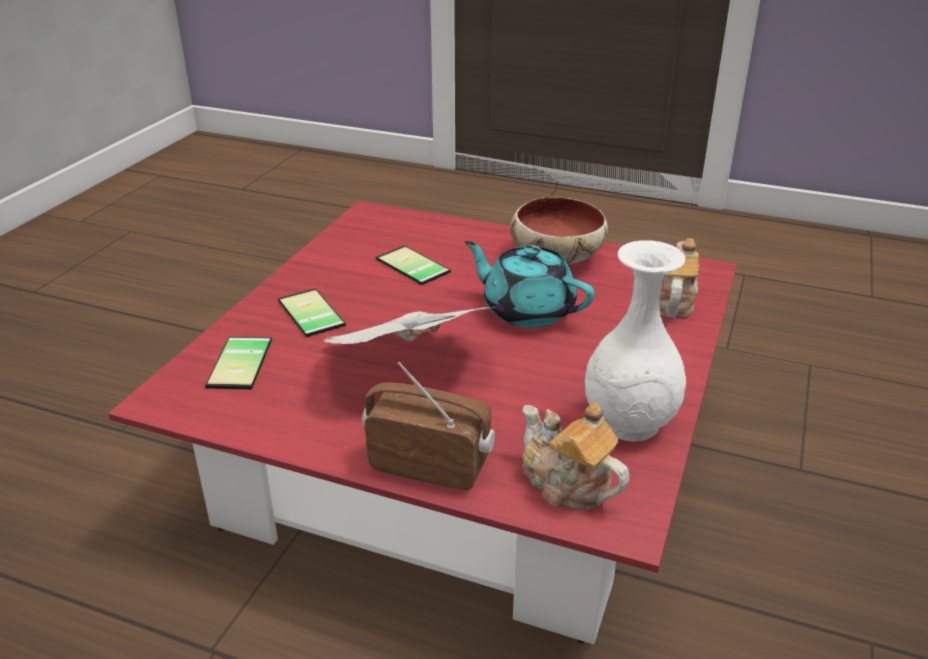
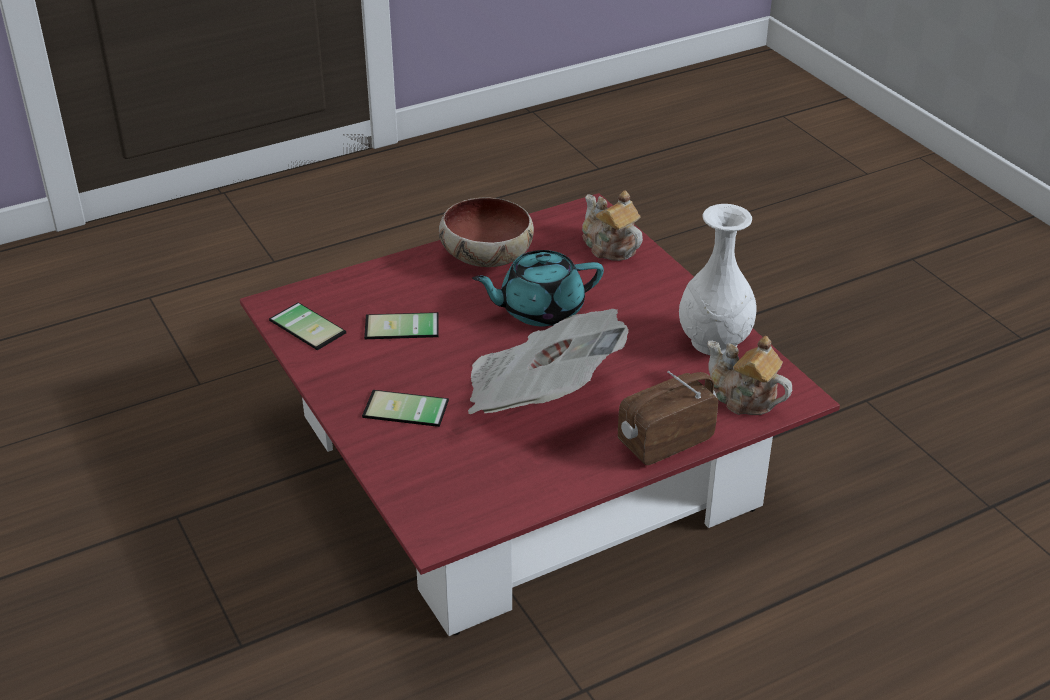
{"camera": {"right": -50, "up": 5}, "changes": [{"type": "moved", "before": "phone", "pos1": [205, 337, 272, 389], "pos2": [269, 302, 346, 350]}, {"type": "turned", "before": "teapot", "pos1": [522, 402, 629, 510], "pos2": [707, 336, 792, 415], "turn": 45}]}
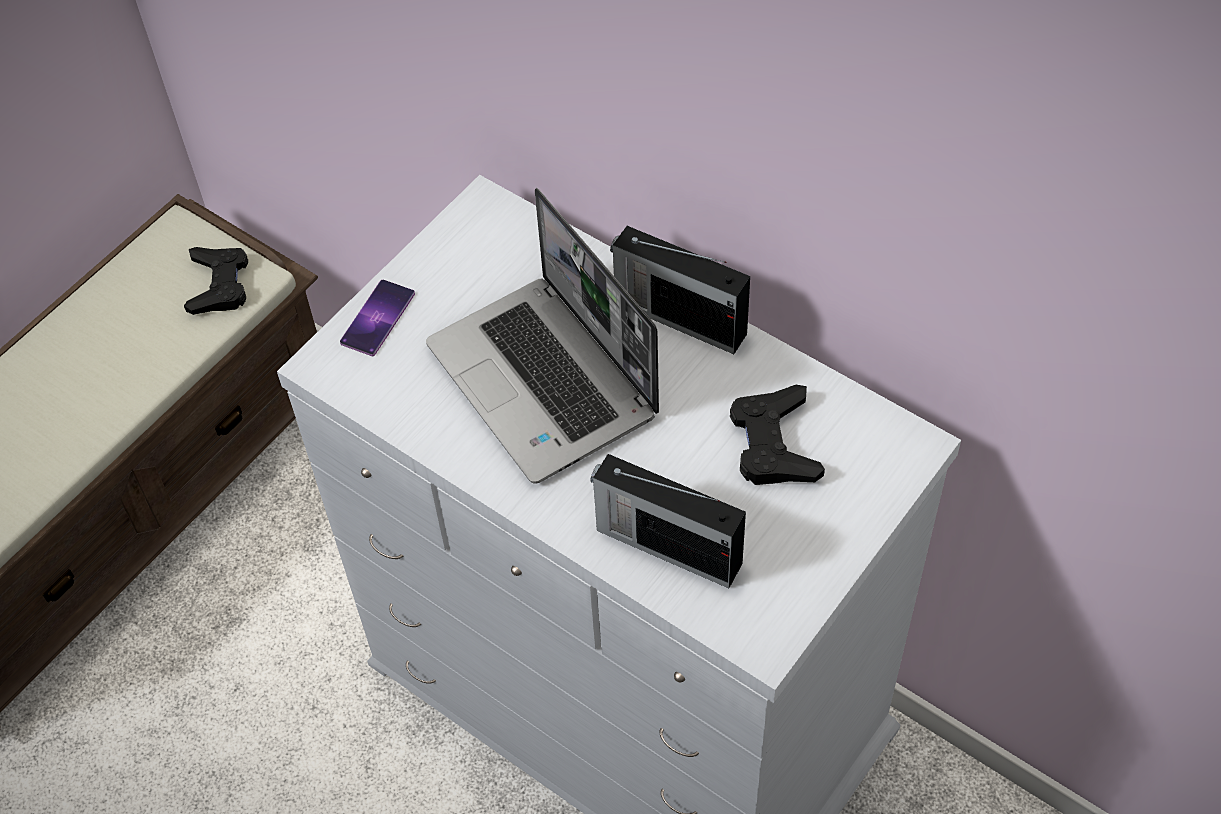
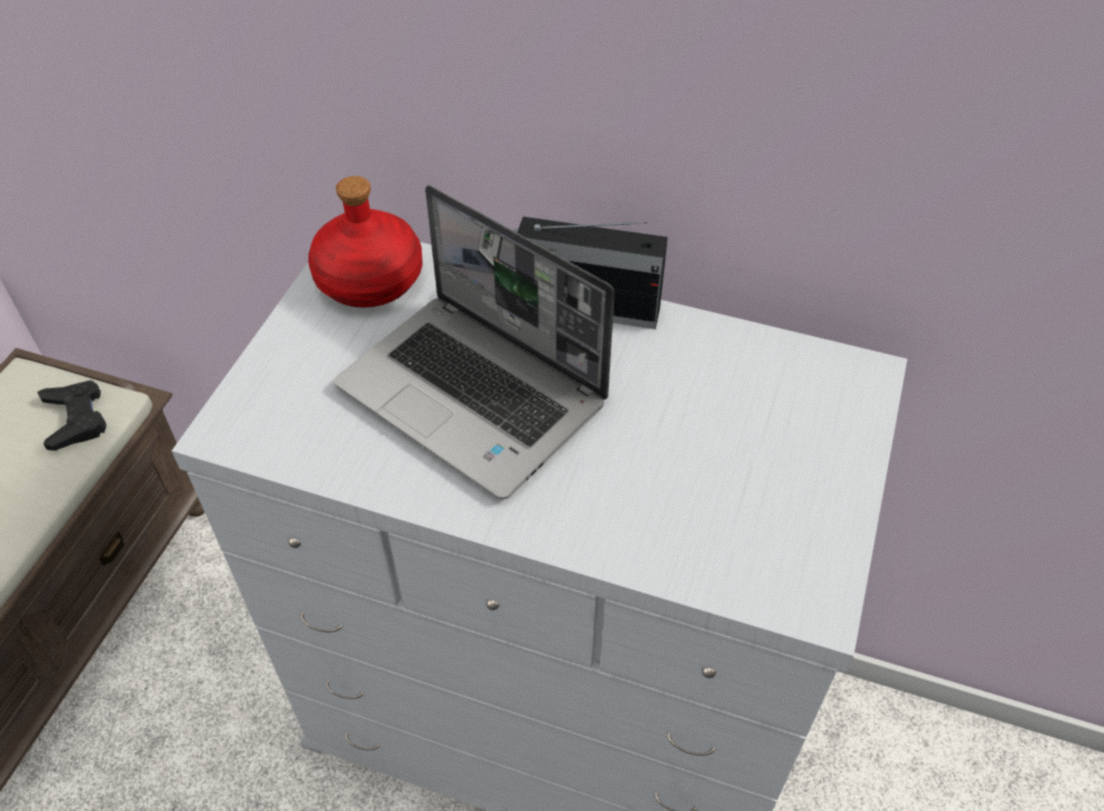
{"camera": {"right": -20, "up": -5}, "changes": [{"type": "removed", "before": "phone", "pos1": [340, 279, 415, 356]}, {"type": "removed", "before": "radio", "pos1": [590, 454, 746, 588]}, {"type": "removed", "before": "black game controller", "pos1": [730, 385, 825, 485]}, {"type": "added", "after": "red bottle", "pos2": [308, 176, 422, 308]}]}
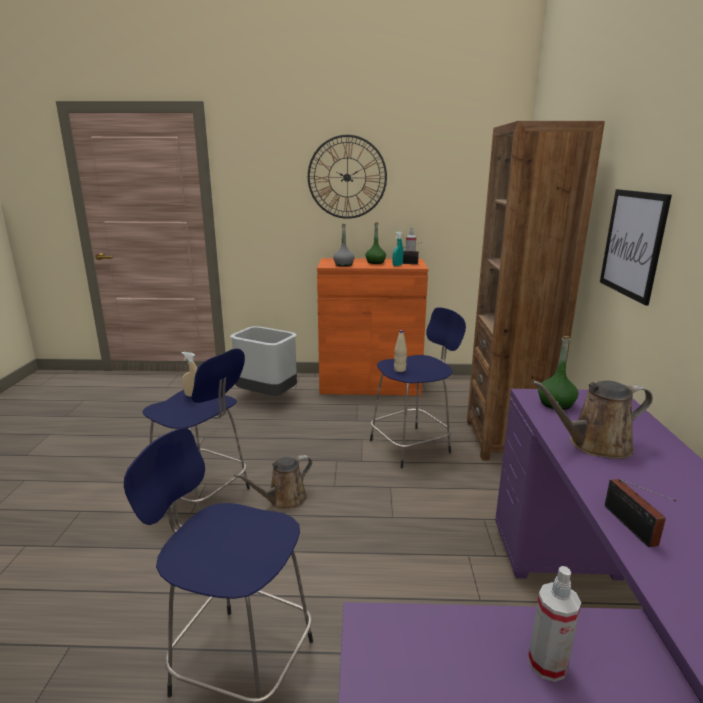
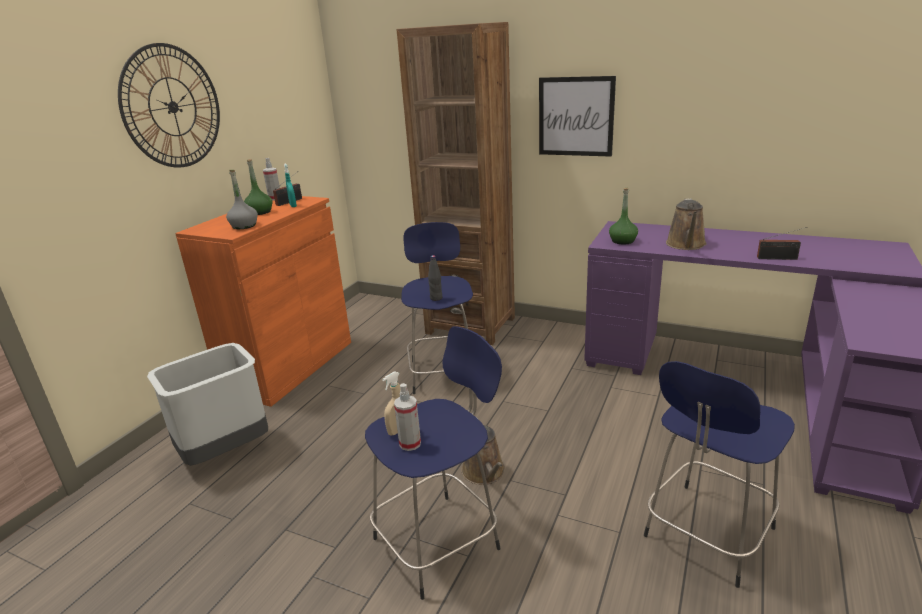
{"camera": {"right": -65, "up": 5}, "changes": [{"type": "recoloured", "before": "beige bottle", "after": "black bottle", "pos1": [394, 330, 407, 372], "pos2": [428, 255, 442, 301]}, {"type": "moved", "before": "spray bottle", "pos1": [528, 566, 581, 682], "pos2": [394, 383, 421, 451]}]}
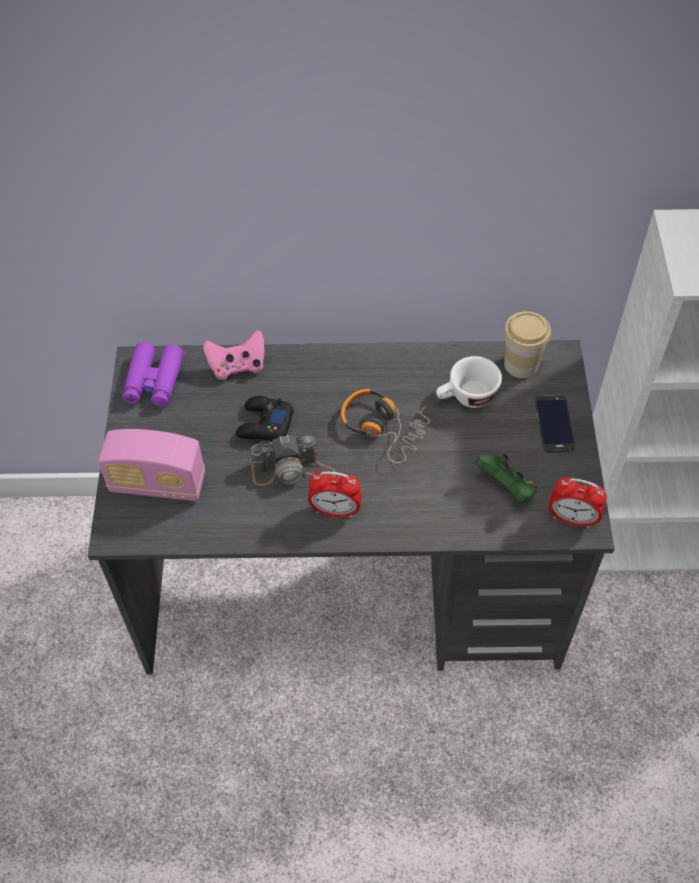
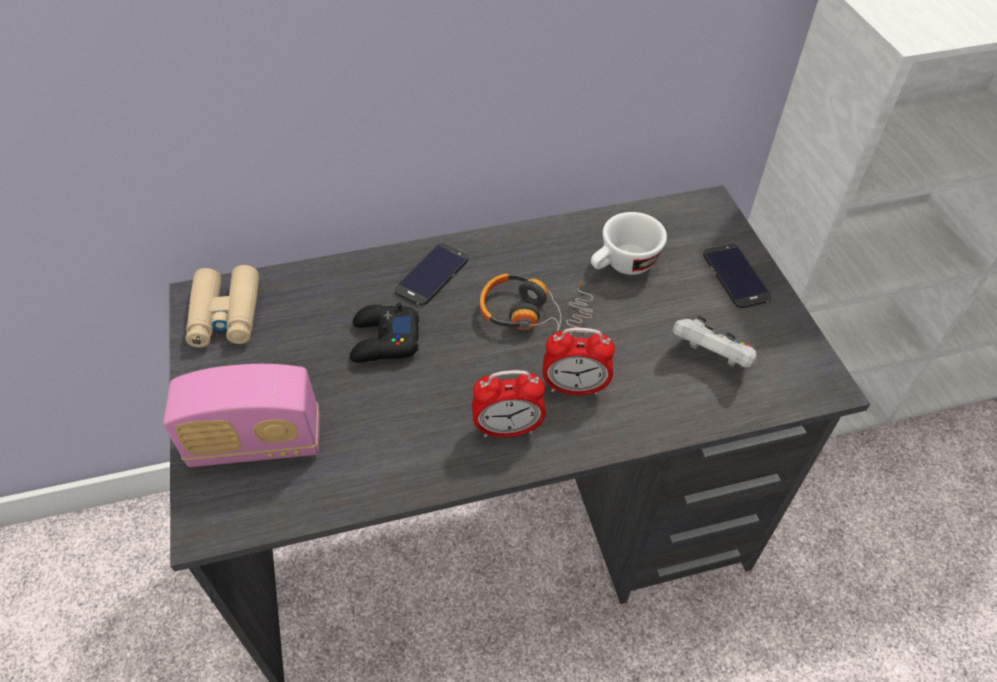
{"camera": {"right": -15, "up": -5}, "changes": [{"type": "recoloured", "before": "purple binoculars", "after": "beige binoculars", "pos1": [122, 342, 184, 407], "pos2": [186, 265, 259, 348]}, {"type": "removed", "before": "pink game controller", "pos1": [203, 330, 265, 379]}, {"type": "removed", "before": "photo camera", "pos1": [250, 434, 336, 486]}, {"type": "recoloured", "before": "green game controller", "after": "white game controller", "pos1": [475, 454, 537, 502], "pos2": [672, 316, 756, 368]}, {"type": "removed", "before": "cup", "pos1": [504, 311, 551, 378]}, {"type": "moved", "before": "alarm clock", "pos1": [549, 477, 607, 528], "pos2": [543, 328, 615, 395]}, {"type": "added", "after": "phone", "pos2": [395, 243, 469, 306]}]}
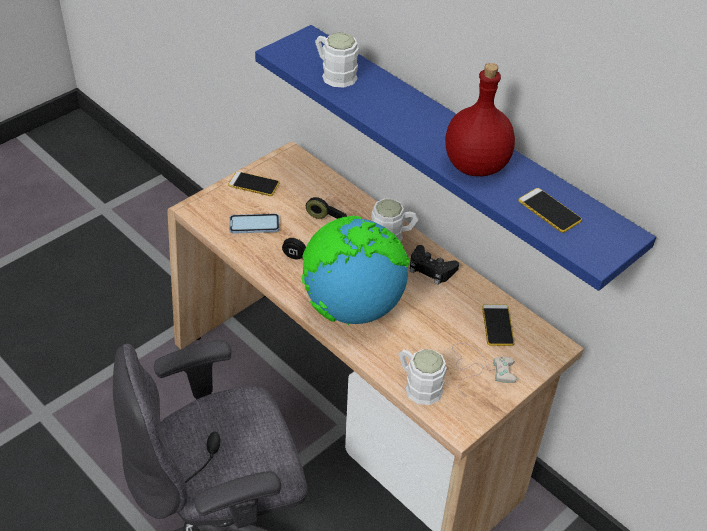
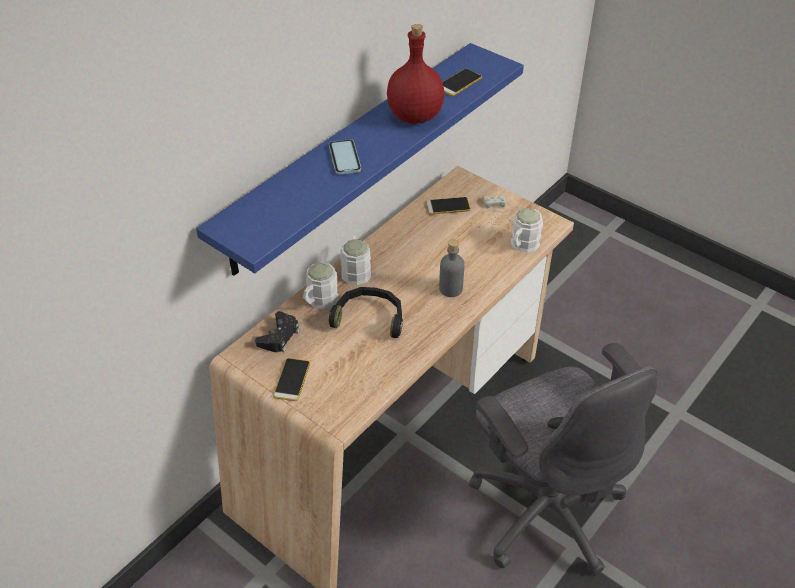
{"camera": {"right": -95, "up": 0}, "changes": [{"type": "moved", "before": "phone", "pos1": [229, 214, 280, 234], "pos2": [329, 139, 362, 175]}, {"type": "replaced", "before": "globe", "after": "grey bottle", "pos1": [302, 216, 409, 325], "pos2": [439, 239, 465, 297]}, {"type": "moved", "before": "white mug", "pos1": [315, 32, 359, 88], "pos2": [303, 262, 338, 309]}, {"type": "moved", "before": "black game controller", "pos1": [410, 245, 459, 285], "pos2": [255, 311, 300, 352]}]}
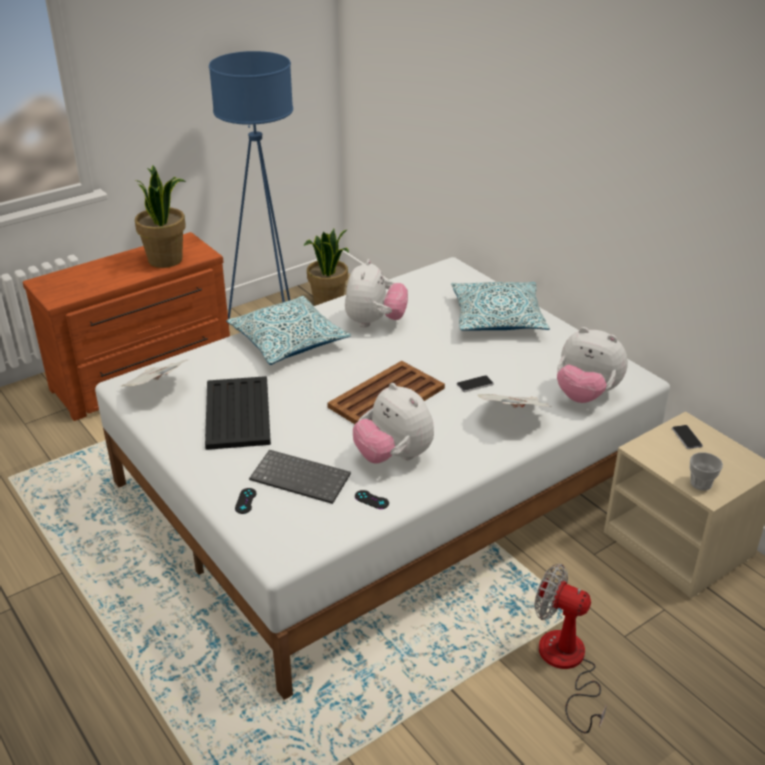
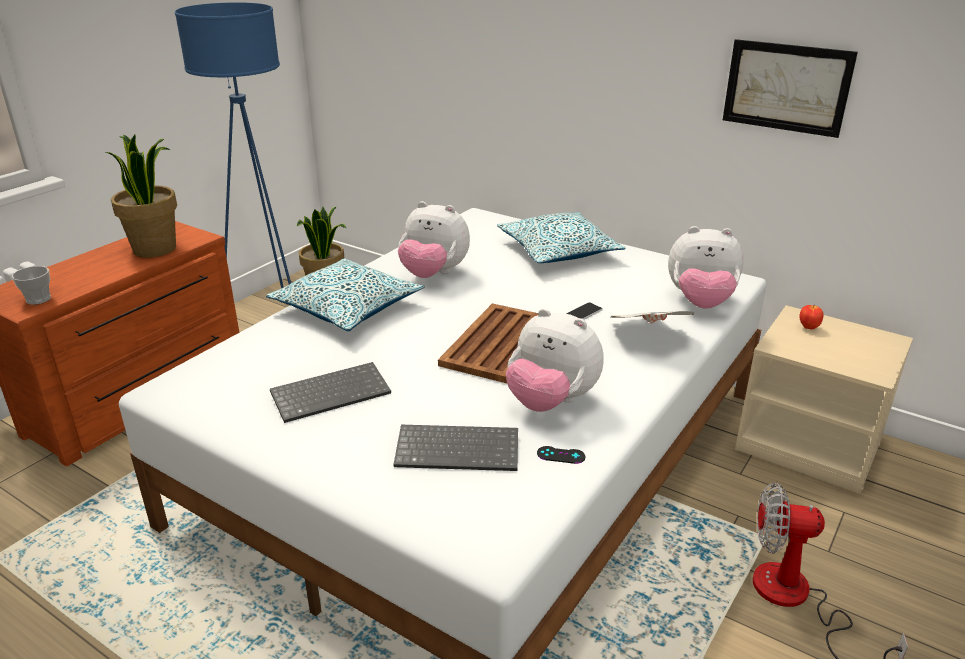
{"camera": {"right": -20, "up": -5}, "changes": [{"type": "removed", "before": "newspaper", "pos1": [121, 359, 190, 387]}, {"type": "replaced", "before": "black tray", "after": "keyboard", "pos1": [205, 376, 271, 450], "pos2": [270, 362, 391, 423]}, {"type": "removed", "before": "black game controller", "pos1": [235, 488, 256, 514]}, {"type": "turned", "before": "plush toy", "pos1": [345, 259, 408, 328], "pos2": [398, 201, 470, 278], "turn": 120}, {"type": "replaced", "before": "phone", "after": "apple", "pos1": [672, 425, 703, 449], "pos2": [799, 305, 824, 330]}, {"type": "moved", "before": "cup", "pos1": [690, 452, 723, 491], "pos2": [12, 266, 51, 305]}, {"type": "added", "after": "picture", "pos2": [723, 39, 858, 138]}]}
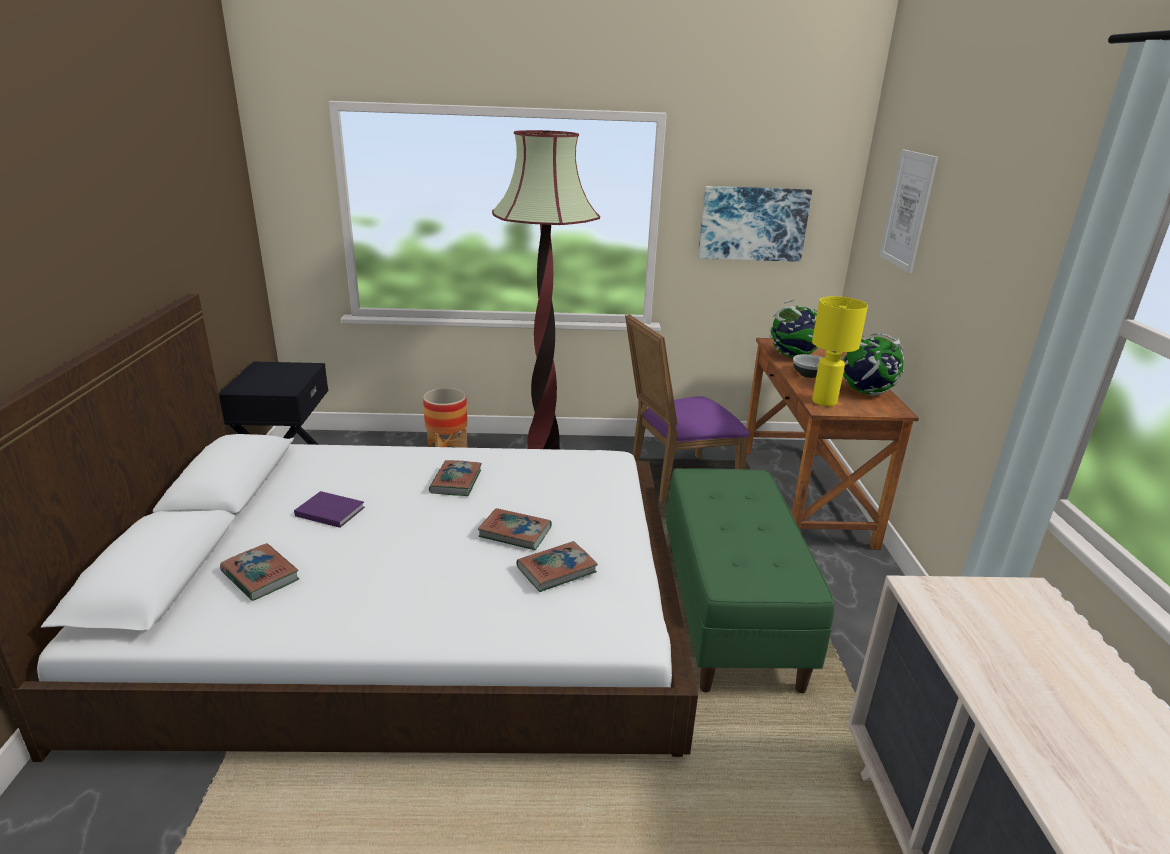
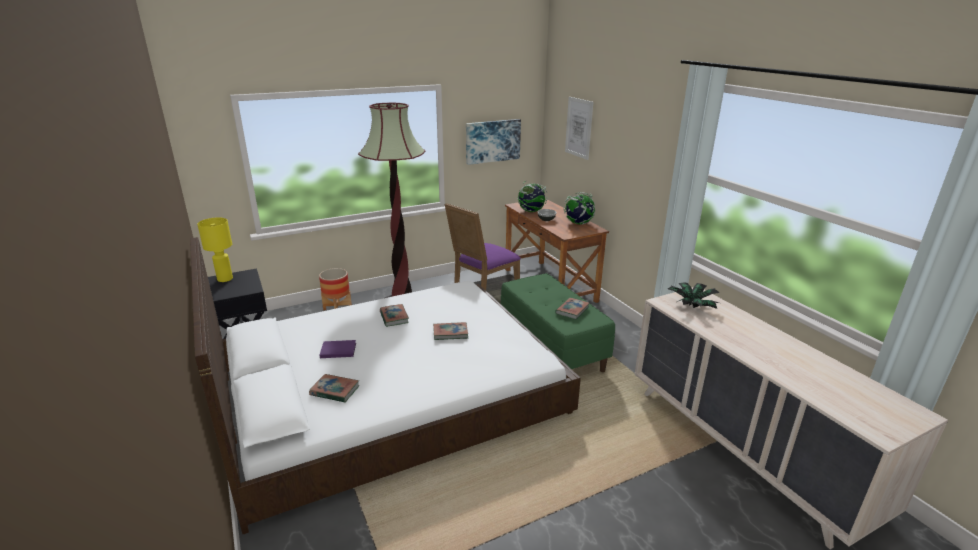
{"camera": {"right": -25, "up": 0}, "changes": [{"type": "moved", "before": "book", "pos1": [517, 541, 598, 592], "pos2": [555, 298, 590, 320]}, {"type": "moved", "before": "yellow table lamp", "pos1": [812, 296, 868, 406], "pos2": [197, 218, 233, 282]}, {"type": "added", "after": "potted plant", "pos2": [668, 282, 720, 309]}]}
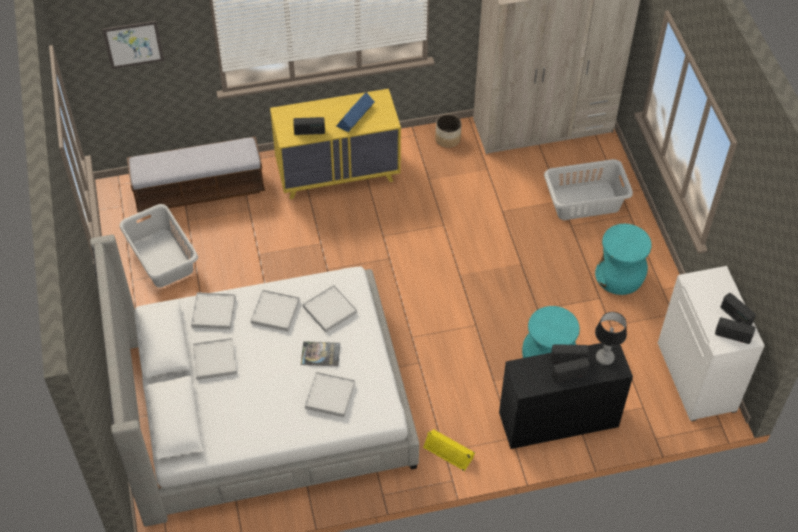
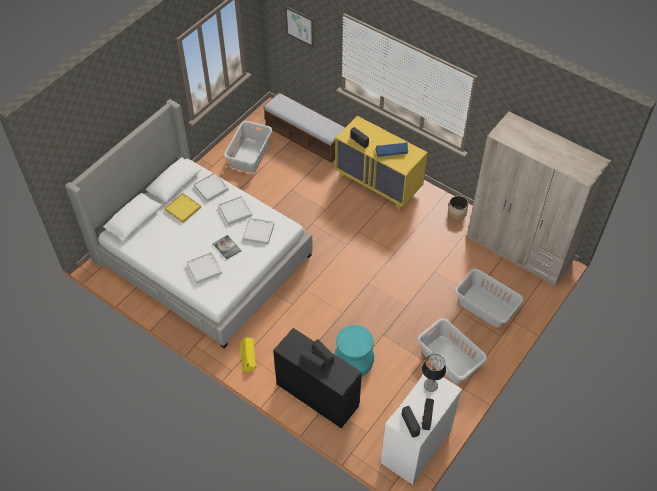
{"camera": {"right": 50, "up": 0}, "changes": [{"type": "recoloured", "before": "white tray", "after": "yellow tray", "pos1": [193, 338, 237, 380], "pos2": [165, 193, 201, 223]}, {"type": "replaced", "before": "turquoise stool", "after": "grey laundry basket", "pos1": [595, 224, 652, 295], "pos2": [417, 318, 487, 384]}, {"type": "moved", "before": "table lamp", "pos1": [595, 312, 627, 365], "pos2": [422, 354, 446, 392]}]}
